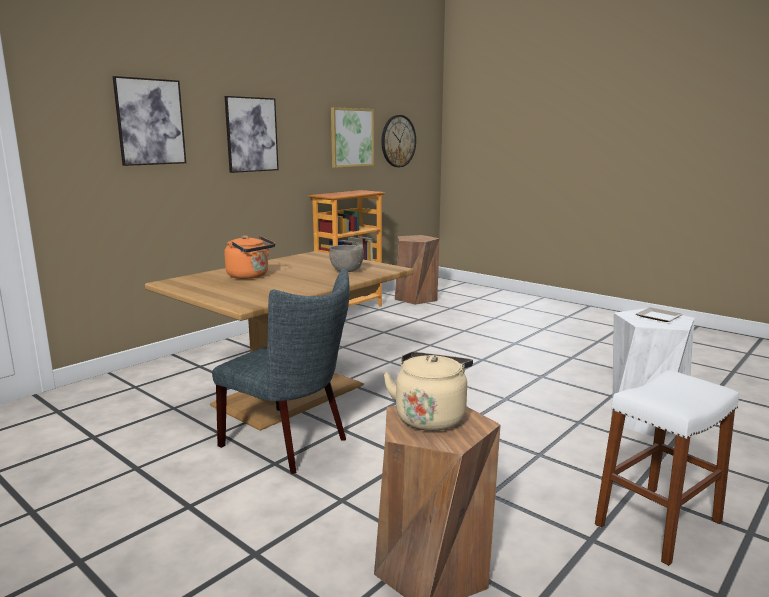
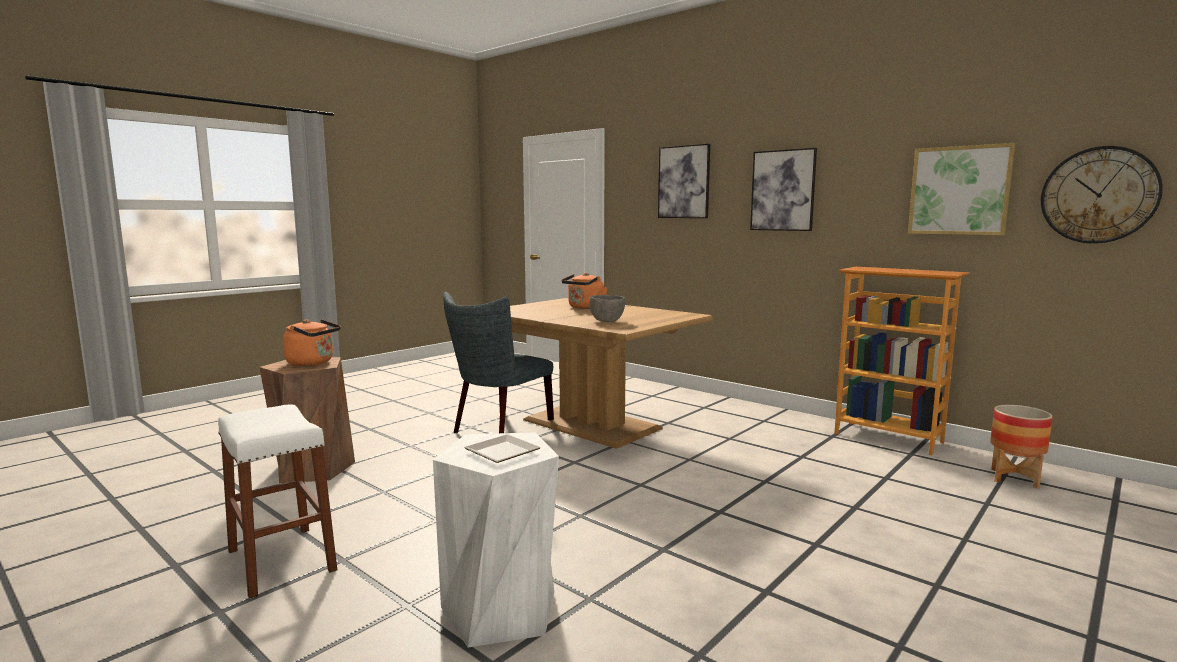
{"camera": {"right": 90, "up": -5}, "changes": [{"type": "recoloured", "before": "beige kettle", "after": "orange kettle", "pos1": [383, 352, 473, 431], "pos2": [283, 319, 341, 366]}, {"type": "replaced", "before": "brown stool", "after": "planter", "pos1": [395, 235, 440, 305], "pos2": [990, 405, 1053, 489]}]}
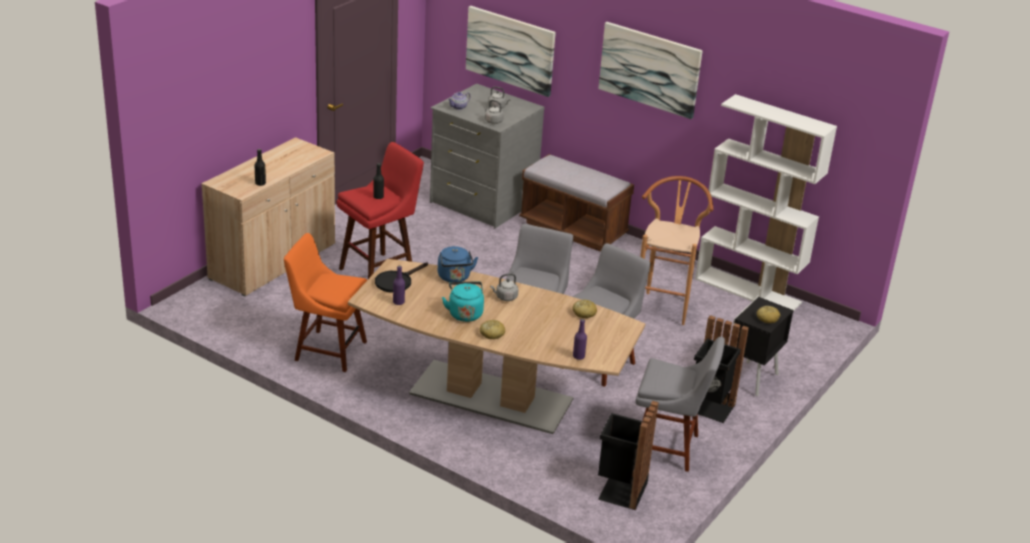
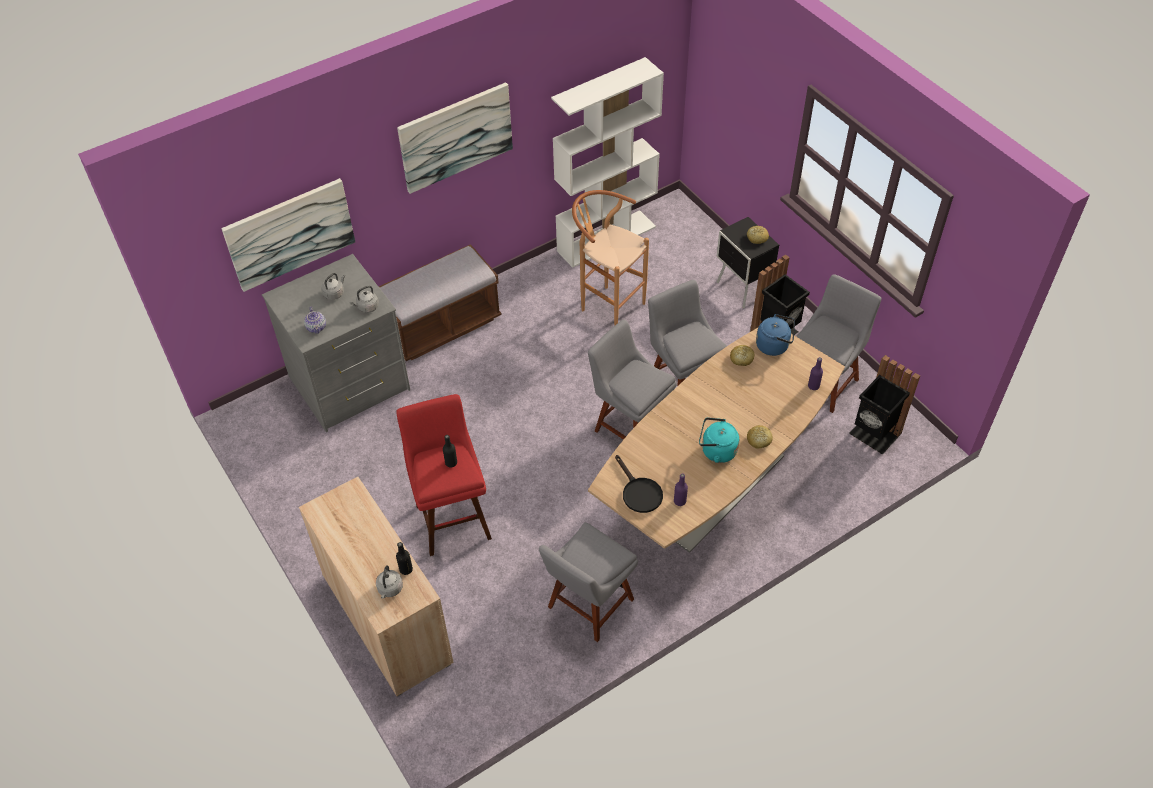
{"camera": {"right": -65, "up": 20}, "changes": [{"type": "recoloured", "before": "orange chair", "after": "grey chair", "pos1": [284, 233, 367, 372], "pos2": [539, 522, 638, 642]}, {"type": "moved", "before": "blue kettle", "pos1": [438, 246, 478, 282], "pos2": [756, 314, 795, 356]}, {"type": "moved", "before": "grey kettle", "pos1": [490, 273, 519, 301], "pos2": [376, 565, 403, 598]}]}
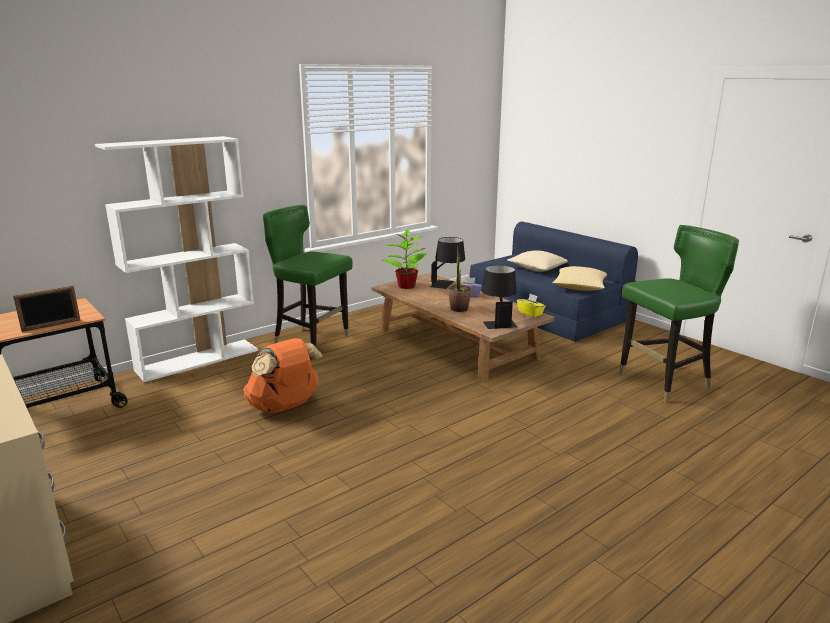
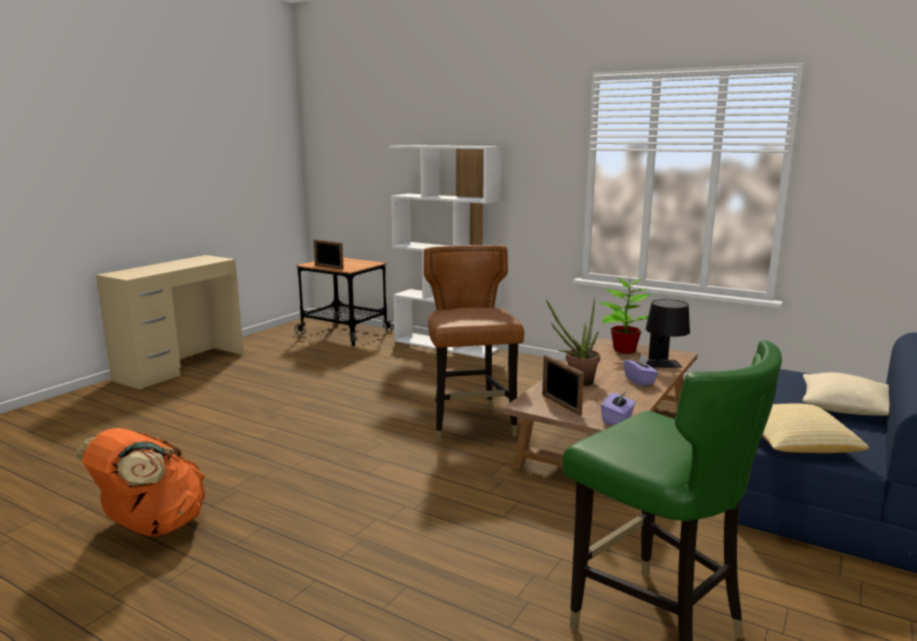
{"camera": {"right": 70, "up": -5}, "changes": [{"type": "moved", "before": "orange backpack", "pos1": [244, 338, 323, 413], "pos2": [75, 428, 205, 537]}, {"type": "removed", "before": "green chair", "pos1": [263, 205, 353, 347]}, {"type": "replaced", "before": "black table lamp", "after": "picture frame", "pos1": [481, 265, 517, 329], "pos2": [542, 355, 584, 416]}, {"type": "recoloured", "before": "yellow tissue box", "after": "purple tissue box", "pos1": [517, 294, 546, 317], "pos2": [601, 391, 636, 425]}, {"type": "added", "after": "brown chair", "pos2": [424, 245, 524, 443]}]}
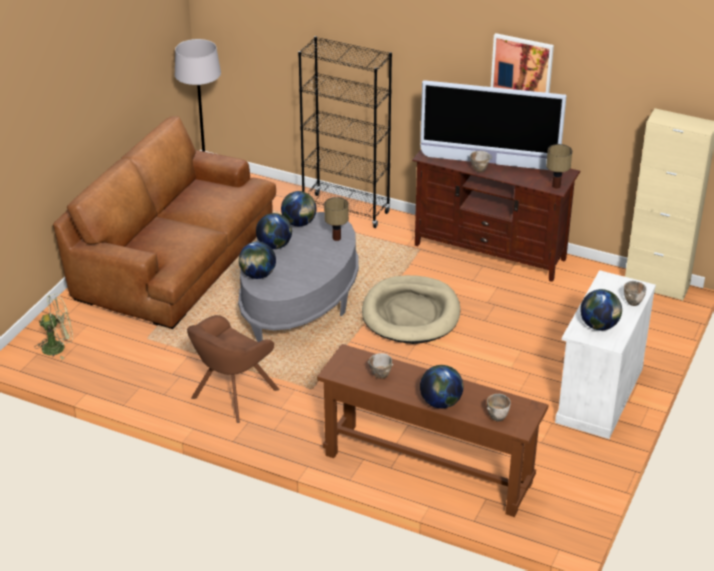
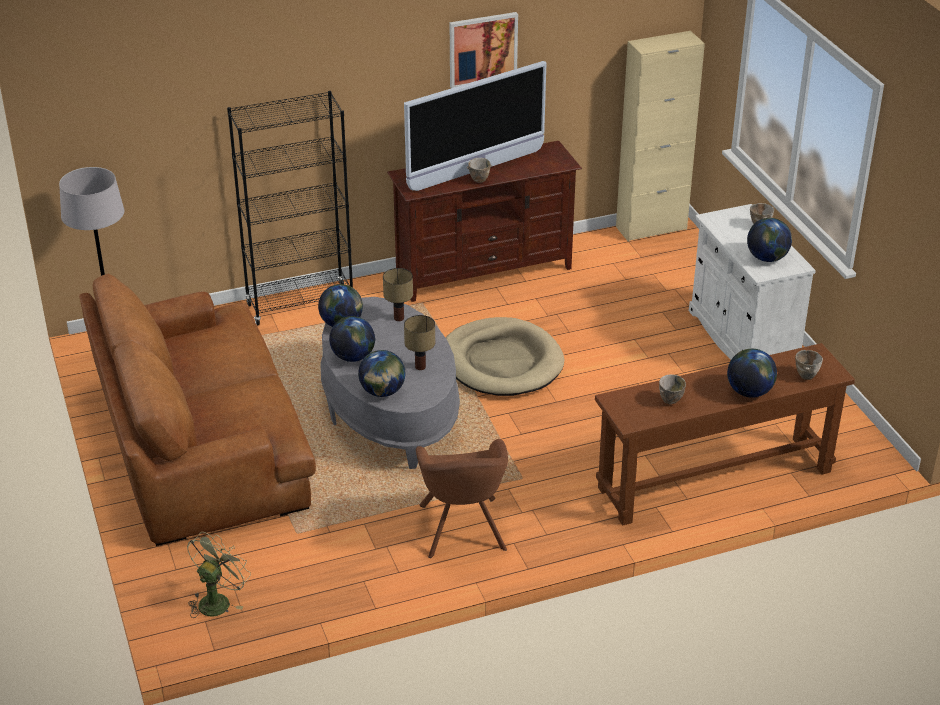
{"camera": {"right": -45, "up": 0}, "changes": [{"type": "moved", "before": "table lamp", "pos1": [546, 144, 572, 189], "pos2": [404, 315, 435, 370]}]}
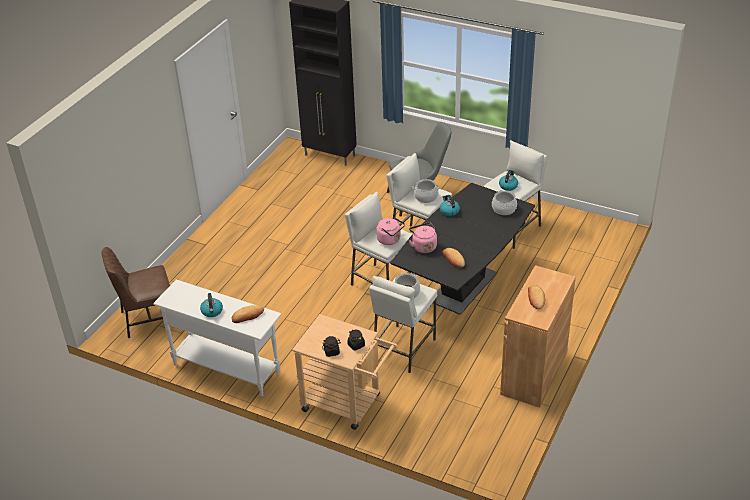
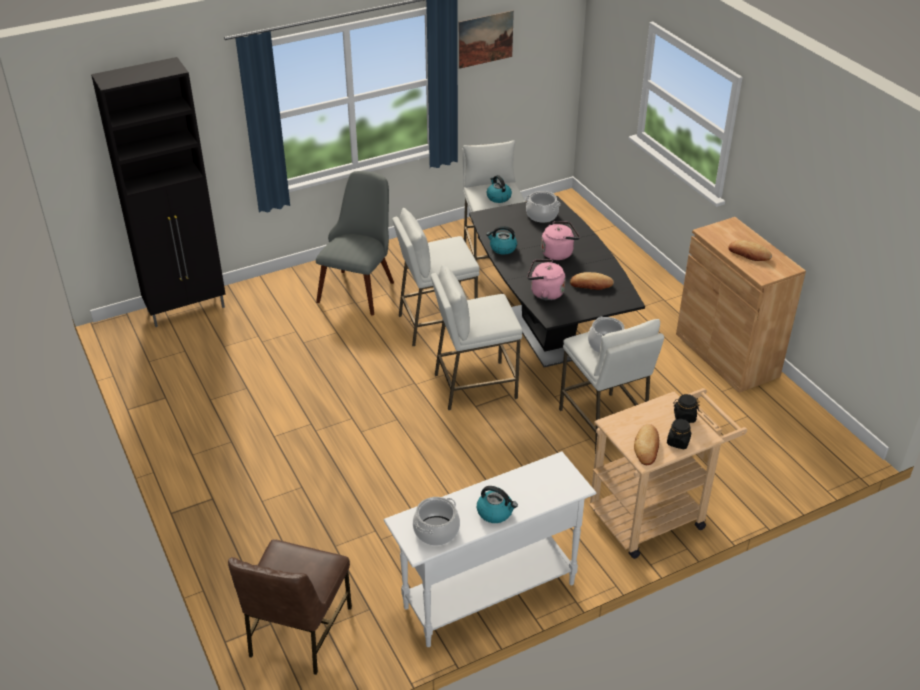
{"camera": {"right": -55, "up": 0}, "changes": [{"type": "moved", "before": "bread", "pos1": [232, 305, 264, 323], "pos2": [634, 424, 659, 465]}, {"type": "moved", "before": "pink kettle", "pos1": [376, 217, 405, 245], "pos2": [541, 221, 580, 260]}, {"type": "moved", "before": "cooking pot", "pos1": [412, 179, 440, 203], "pos2": [413, 497, 460, 546]}, {"type": "added", "after": "picture", "pos2": [459, 10, 514, 69]}]}
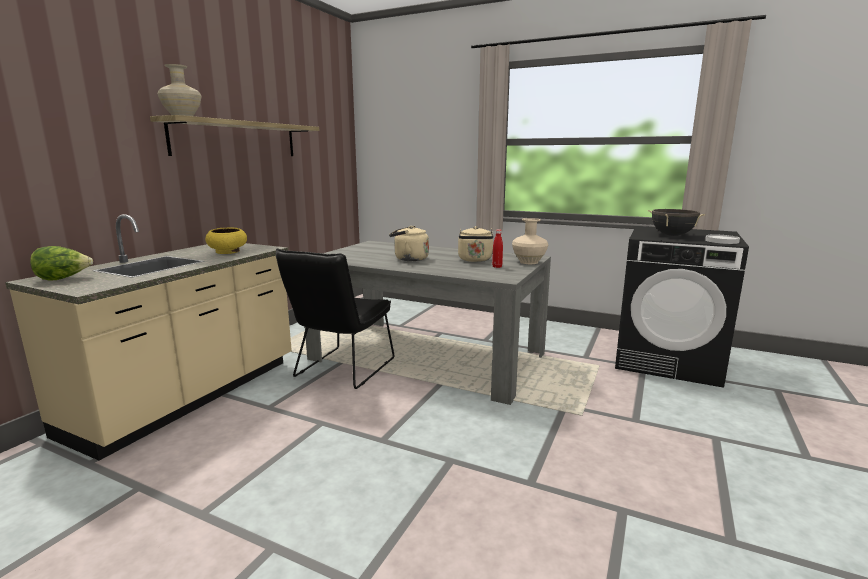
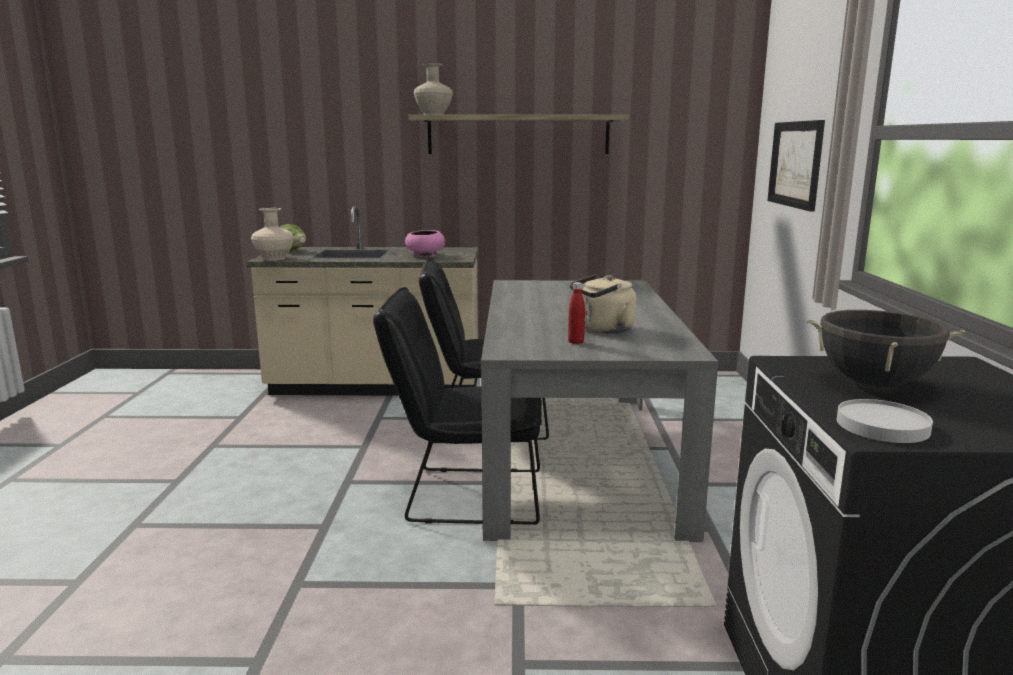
{"camera": {"right": 65, "up": 0}, "changes": [{"type": "recoloured", "before": "yellow bowl", "after": "pink bowl", "pos1": [205, 228, 247, 254], "pos2": [405, 230, 445, 257]}, {"type": "removed", "before": "beige kettle", "pos1": [389, 226, 429, 261]}, {"type": "moved", "before": "beige vase", "pos1": [512, 218, 548, 264], "pos2": [251, 208, 294, 261]}, {"type": "added", "after": "black chair", "pos2": [373, 287, 542, 525]}, {"type": "added", "after": "picture", "pos2": [767, 120, 825, 211]}]}
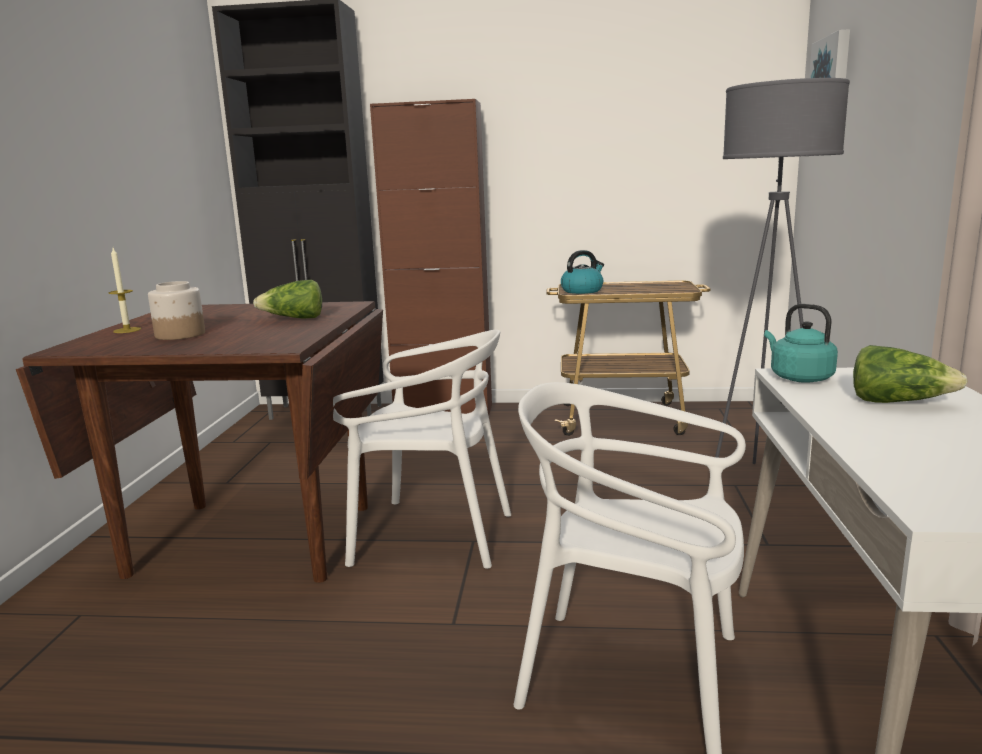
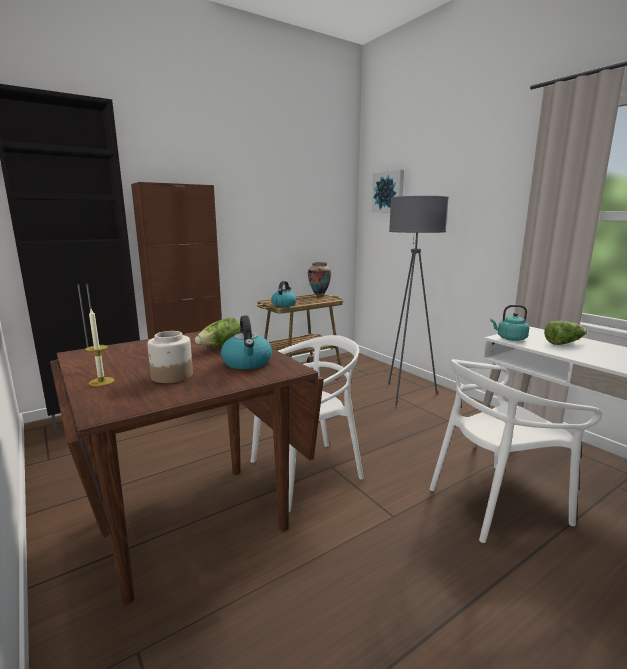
{"camera": {"right": -40, "up": 0}, "changes": [{"type": "added", "after": "kettle", "pos2": [221, 315, 272, 369]}, {"type": "added", "after": "vase", "pos2": [308, 262, 331, 296]}]}
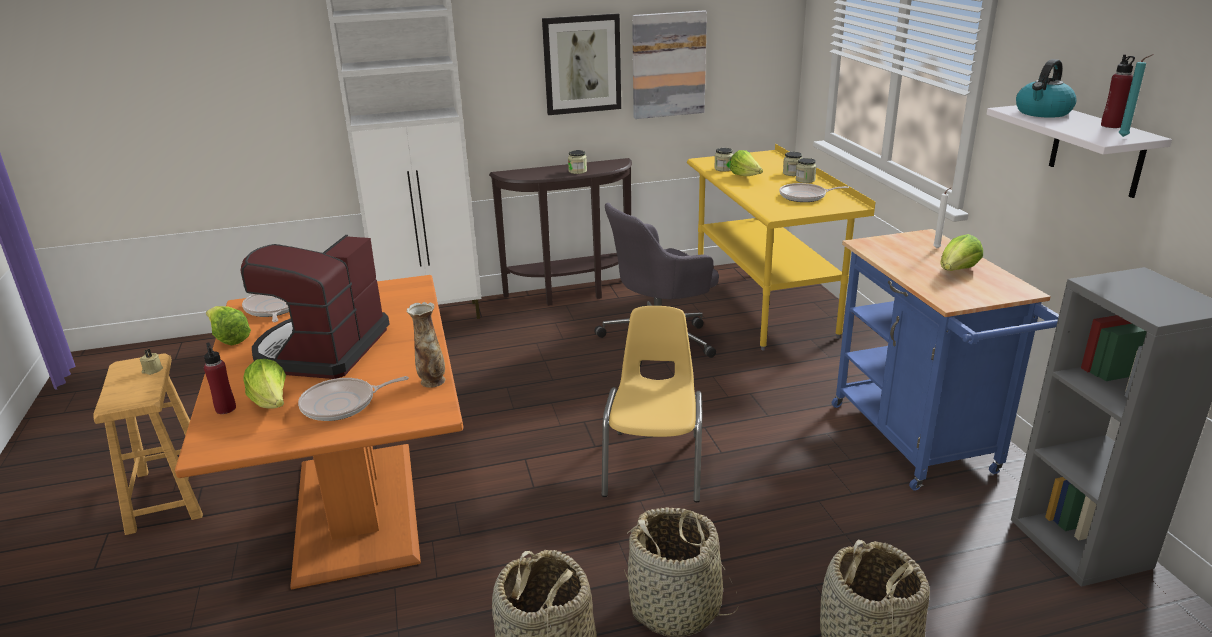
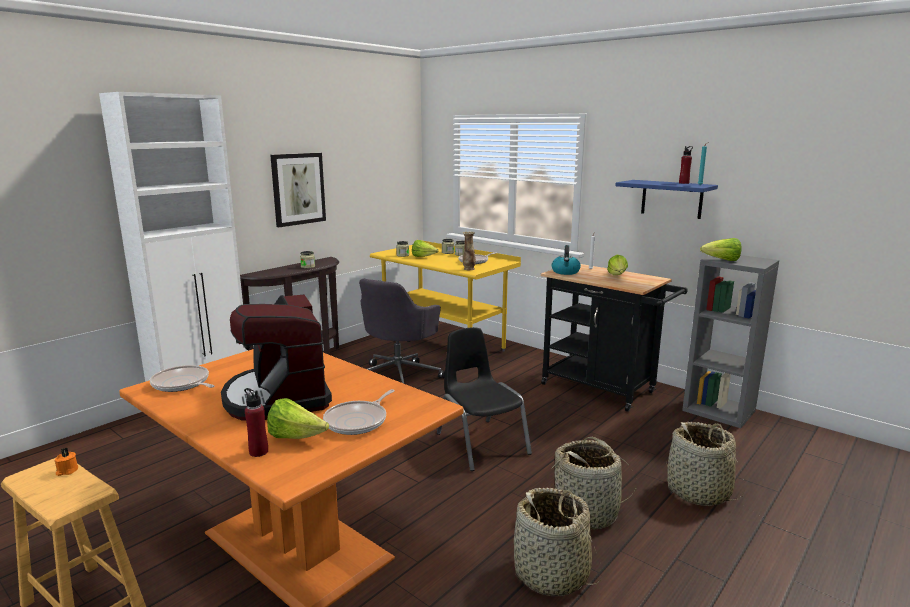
{"camera": {"right": -35, "up": -10}, "changes": [{"type": "recoloured", "before": "beige candle", "after": "orange candle", "pos1": [140, 349, 163, 375], "pos2": [55, 448, 78, 476]}, {"type": "moved", "before": "lettuce", "pos1": [206, 306, 251, 346], "pos2": [700, 238, 742, 261]}, {"type": "moved", "before": "vase", "pos1": [406, 302, 445, 388], "pos2": [463, 231, 476, 270]}, {"type": "recoloured", "before": "yellow chair", "after": "black chair", "pos1": [602, 306, 703, 502], "pos2": [437, 327, 532, 471]}, {"type": "removed", "before": "picture", "pos1": [632, 10, 707, 119]}, {"type": "recoloured", "before": "blue cart", "after": "black cart", "pos1": [832, 229, 1059, 491], "pos2": [540, 264, 688, 412]}, {"type": "recoloured", "before": "white shelf", "after": "blue shelf", "pos1": [986, 105, 1172, 198], "pos2": [615, 180, 718, 219]}, {"type": "moved", "before": "kettle", "pos1": [1016, 59, 1077, 118], "pos2": [552, 245, 581, 275]}]}
